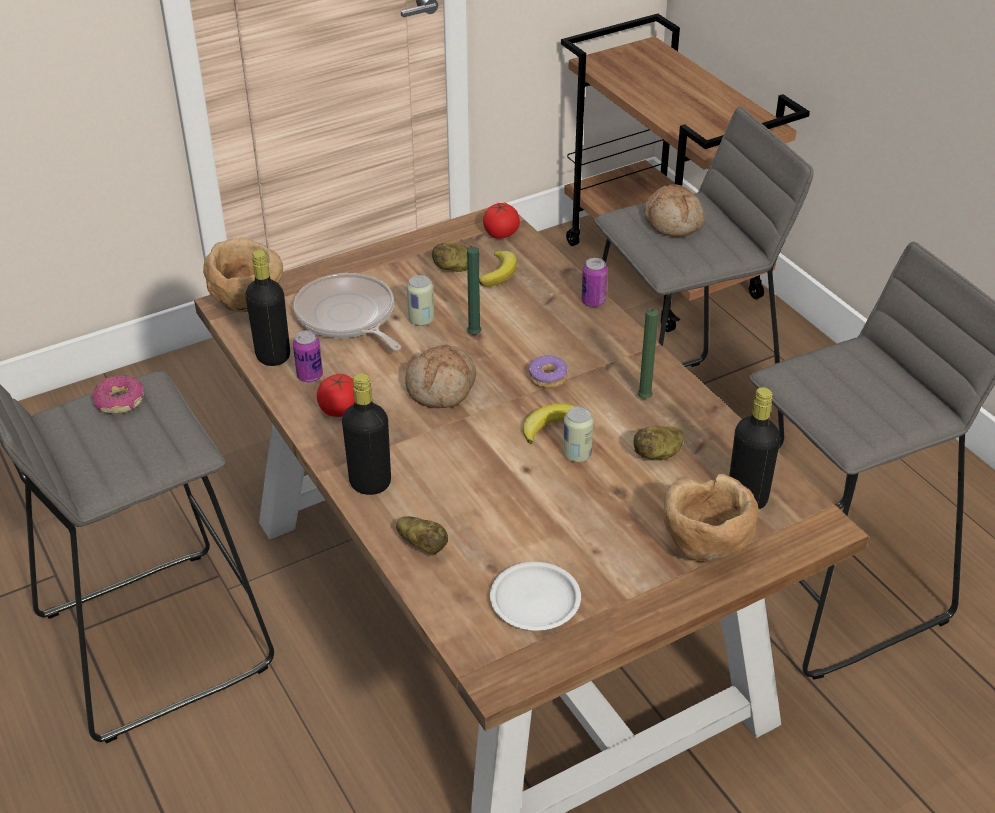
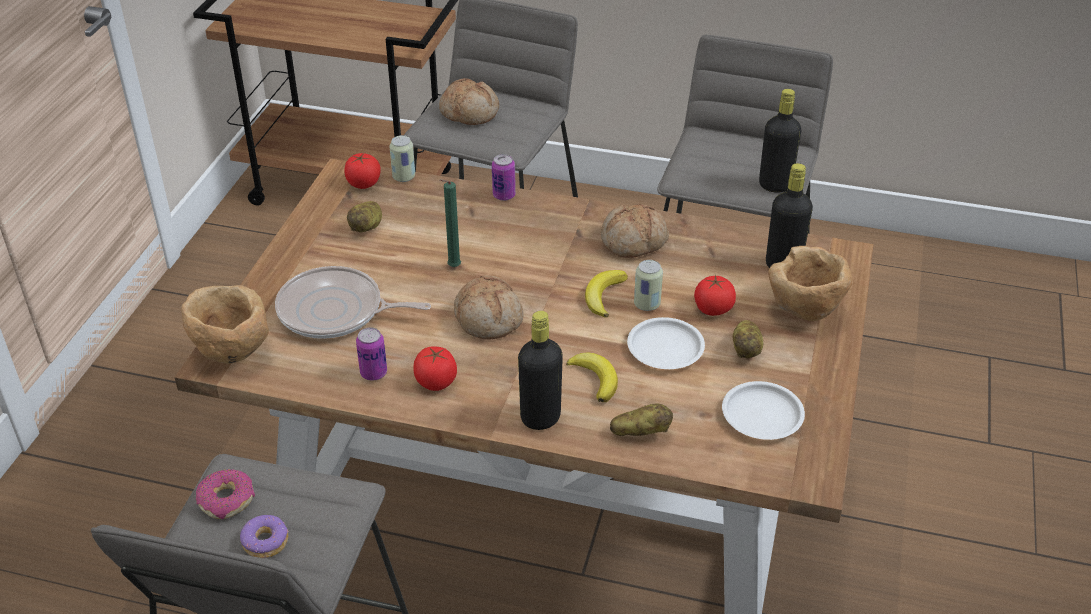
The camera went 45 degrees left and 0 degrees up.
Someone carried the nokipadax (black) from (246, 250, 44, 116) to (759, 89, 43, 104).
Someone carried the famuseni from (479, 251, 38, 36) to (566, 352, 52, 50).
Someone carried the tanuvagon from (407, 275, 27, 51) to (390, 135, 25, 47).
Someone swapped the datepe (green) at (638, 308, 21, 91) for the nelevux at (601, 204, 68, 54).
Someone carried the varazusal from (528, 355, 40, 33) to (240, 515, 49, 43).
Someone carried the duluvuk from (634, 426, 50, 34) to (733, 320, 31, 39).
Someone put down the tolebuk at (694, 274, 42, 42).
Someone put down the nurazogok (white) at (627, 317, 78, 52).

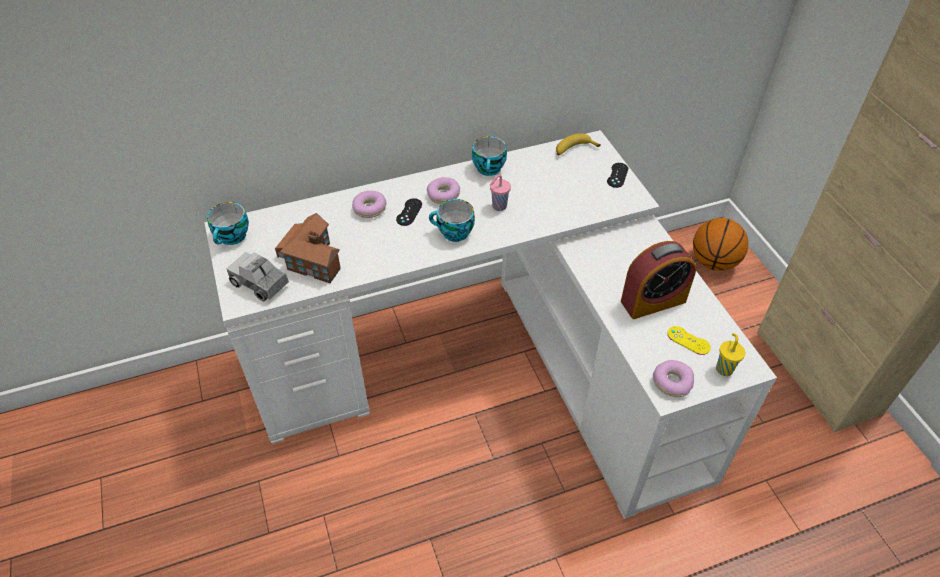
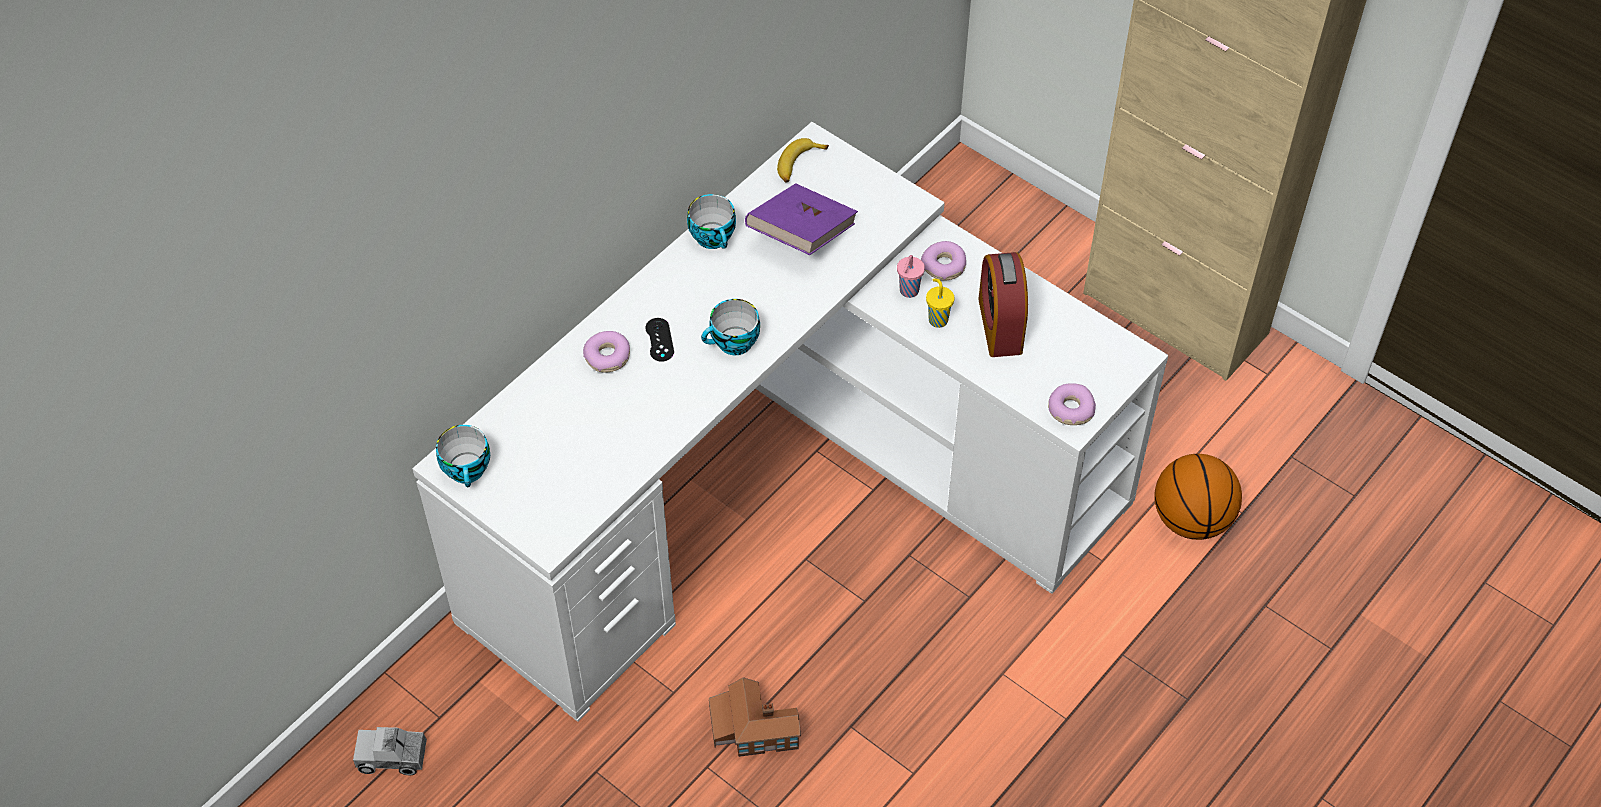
The camera went 30 degrees left and 5 degrees up.
Someone took away the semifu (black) at (607, 163, 21, 25).
Someone carried the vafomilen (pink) from (490, 174, 21, 37) to (897, 255, 28, 43).
Someone carried the varazusal from (427, 177, 33, 27) to (921, 241, 45, 40).
Someone carried the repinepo from (275, 213, 66, 70) to (709, 677, 92, 80).
Someone carried the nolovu from (693, 218, 55, 53) to (1155, 454, 87, 86).
Someone rotated the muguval at (621, 241, 75, 78) by 135 degrees clockwise.
Someone carried the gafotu from (226, 252, 63, 49) to (353, 727, 74, 48).
Someone took away the semifu (yellow) at (667, 326, 44, 29).
Someone carried the vafomilen (yellow) from (716, 333, 29, 43) to (926, 279, 28, 49).
Someone put down the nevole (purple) at (745, 183, 113, 72).

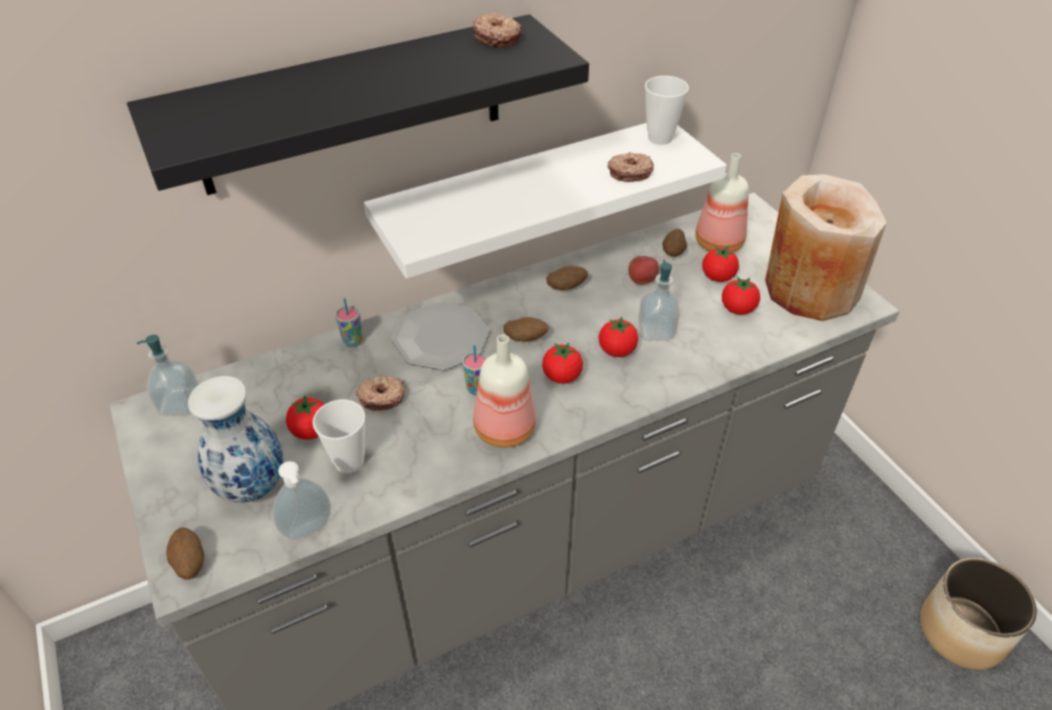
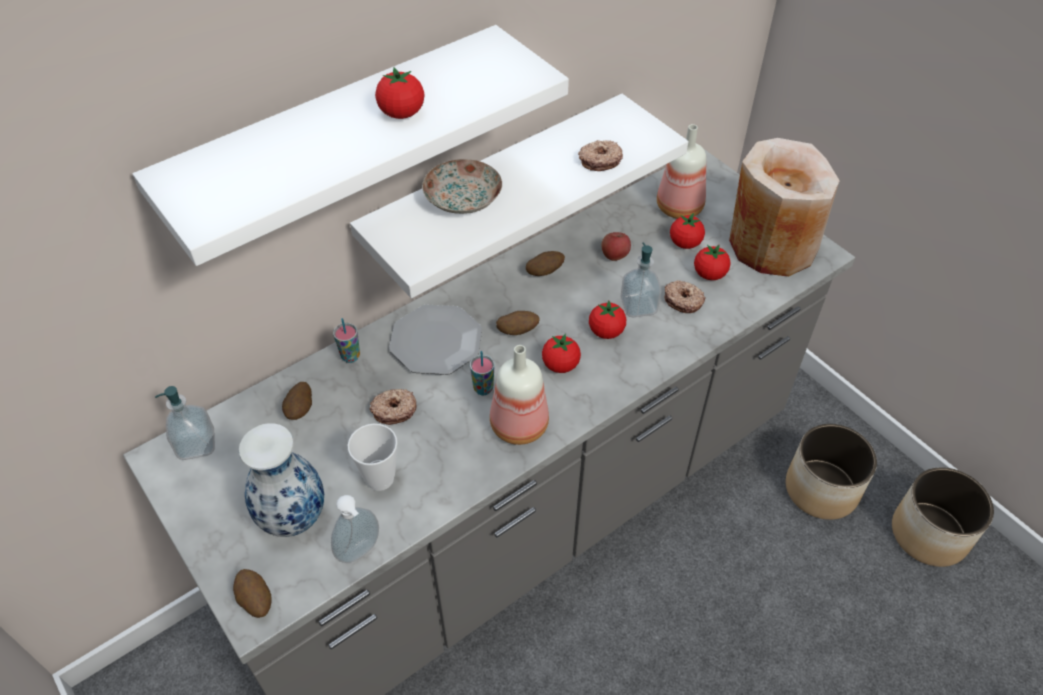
The camera went 10 degrees left and 5 degrees up.
Someone carried the varazusal from (473, 13, 49, 34) to (665, 280, 41, 33).
Someone repainted the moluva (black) at (127, 14, 462, 181), which became the moluva (white) at (133, 25, 436, 241).
Someone took away the vafomilen at (645, 76, 44, 69).
Someone carried the duluvuk from (662, 229, 25, 28) to (282, 382, 30, 38).
Someone carried the tolebuk from (286, 395, 39, 45) to (375, 67, 49, 52).
Someone put down the nurazogok at (422, 159, 80, 55).
Someone put down the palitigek at (786, 424, 91, 96).

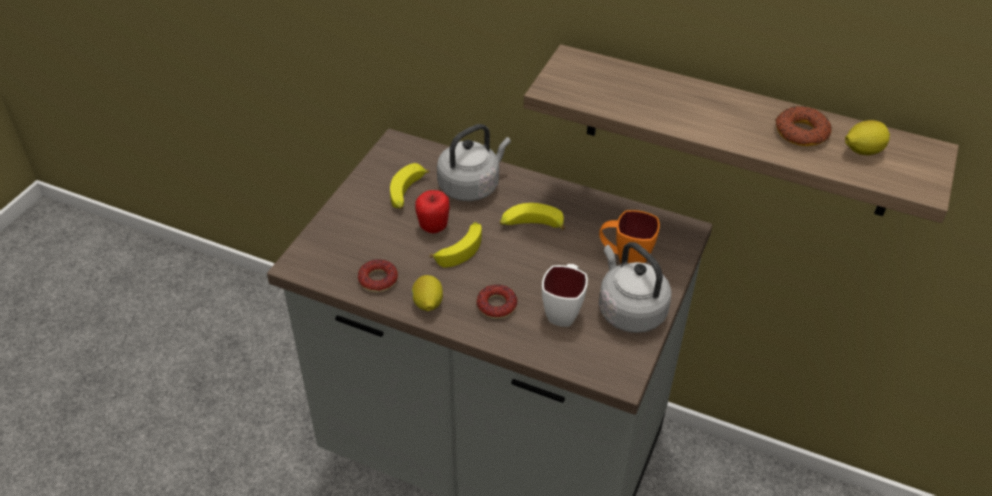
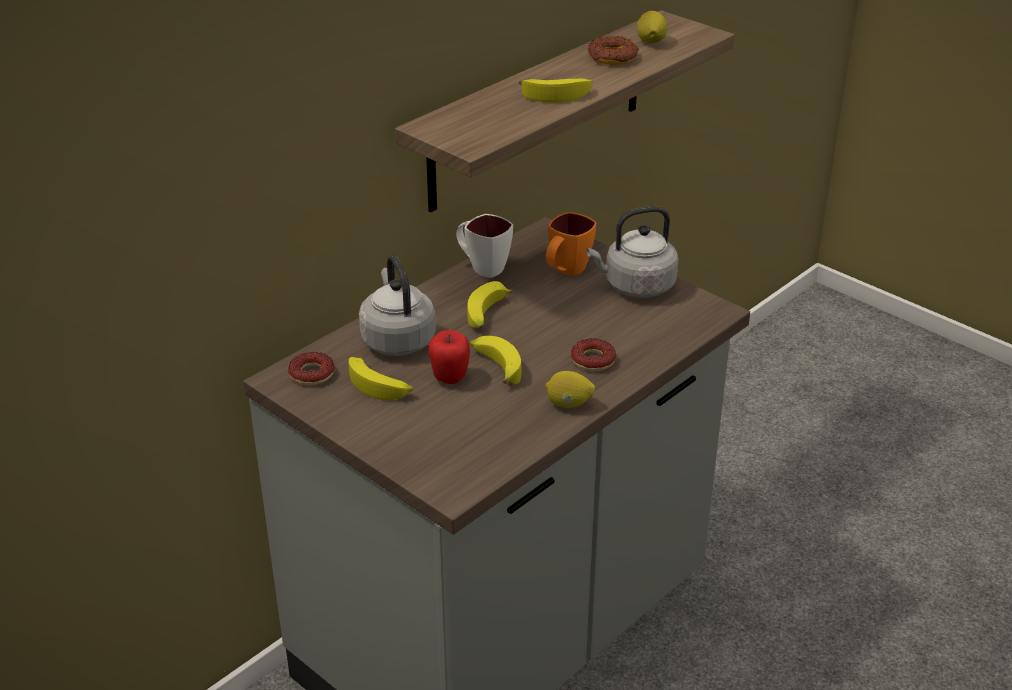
The camera went 70 degrees left and 10 degrees down.
Someone carried the varazusal from (358, 259, 40, 33) to (288, 352, 46, 33).
Someone carried the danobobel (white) from (542, 264, 46, 63) to (456, 214, 57, 64).
Someone put down the famuseni at (519, 79, 74, 24).

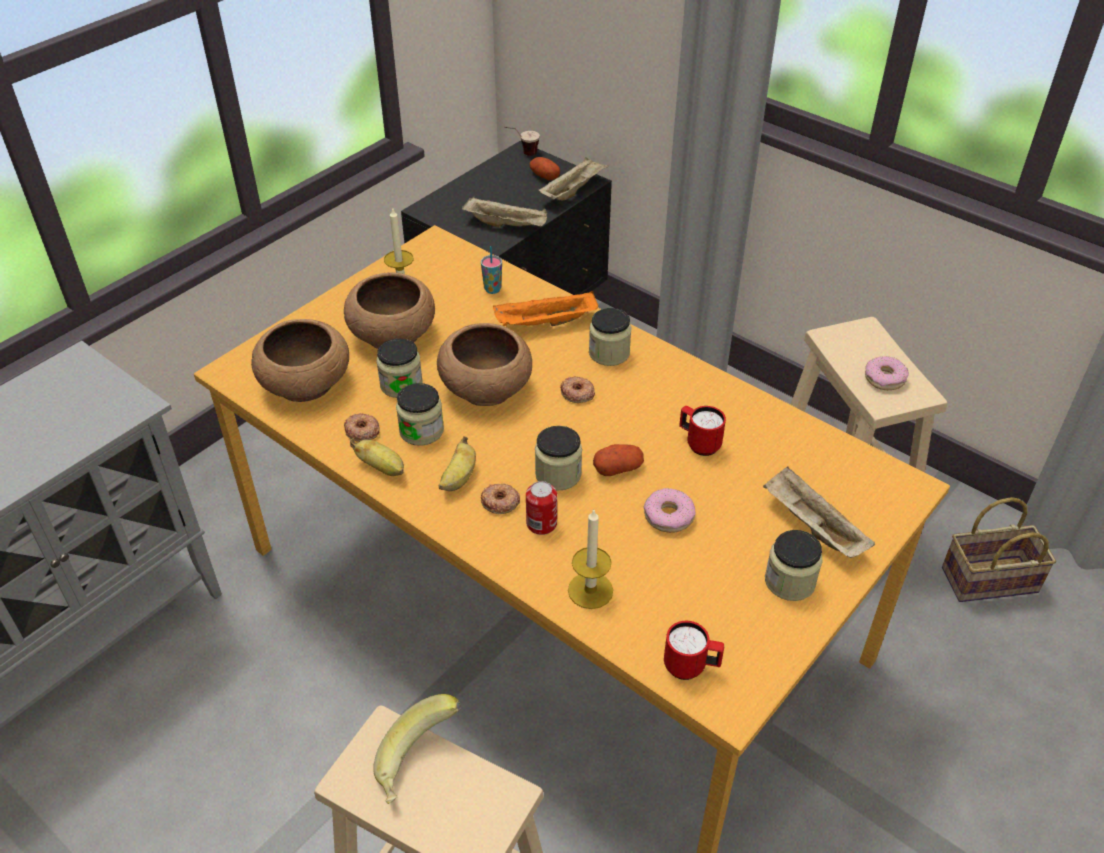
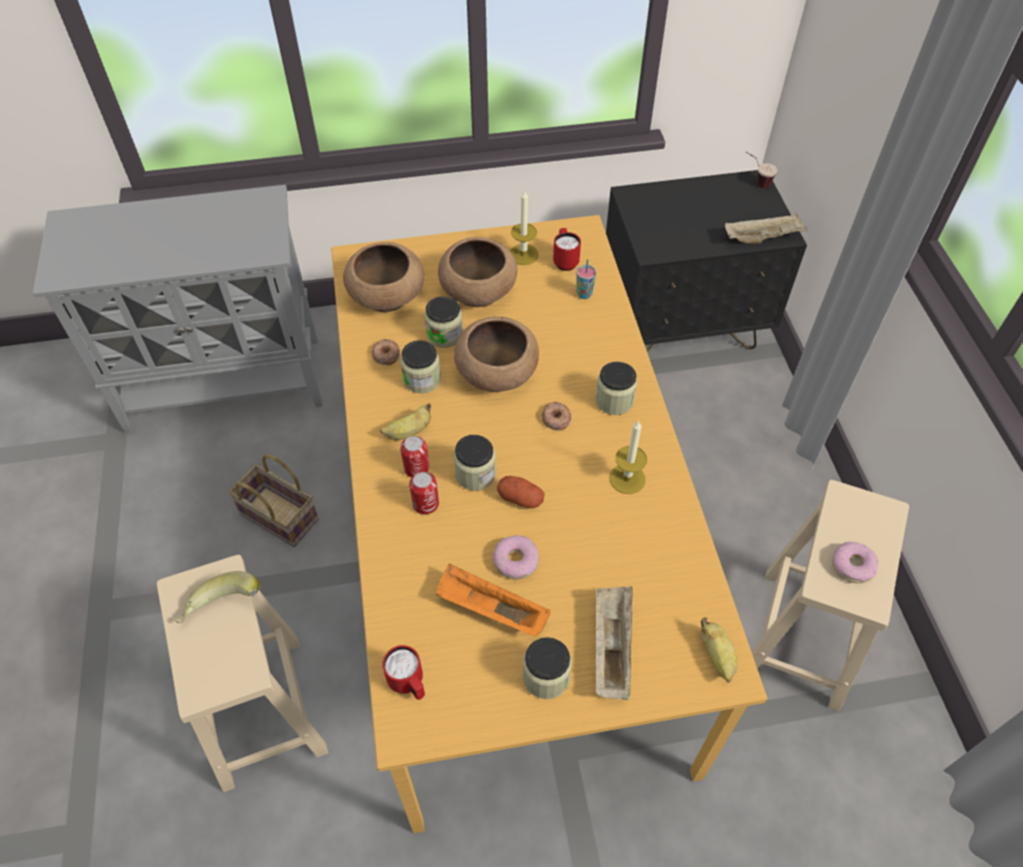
The camera went 40 degrees right and 10 degrees up.
Someone took away the duluvuk at (530, 157, 30, 24).
Someone took away the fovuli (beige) at (462, 197, 86, 31).
Someone carried the fovuli (orange) from (493, 291, 105, 35) to (436, 563, 115, 73).
Someone carried the danobobel (red) from (679, 406, 47, 50) to (553, 228, 28, 43).
Someone carried the famuseni from (350, 438, 54, 38) to (701, 617, 36, 66).
Someone swapped the varazusal at (481, 483, 39, 31) for the tanuvagon at (400, 436, 30, 41).
Someone carried the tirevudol from (942, 497, 114, 105) to (229, 454, 90, 93).
Someone carried the datepe from (568, 510, 45, 99) to (609, 420, 38, 74).

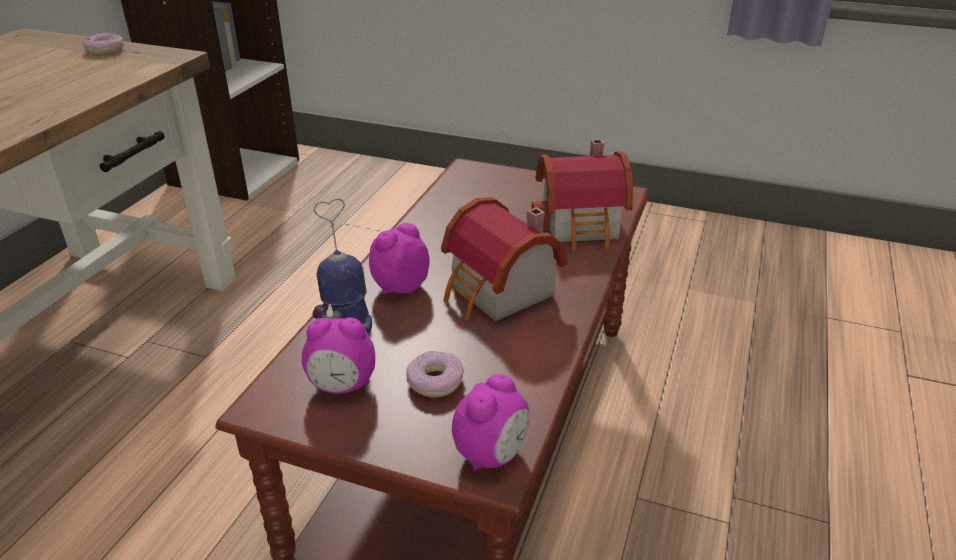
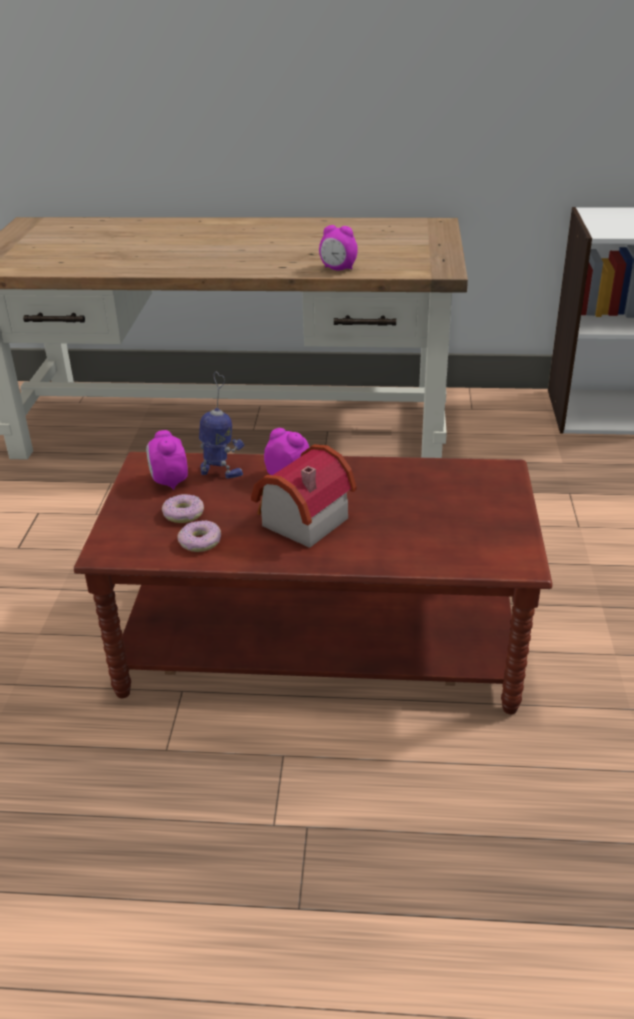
The camera went 75 degrees right and 0 degrees up.
Someone carried the varazusal from (83, 32, 40, 23) to (177, 520, 44, 32).
Someone took away the repinepo at (532, 139, 101, 113).
Someone carried the muguval from (452, 374, 77, 98) to (319, 225, 39, 45).

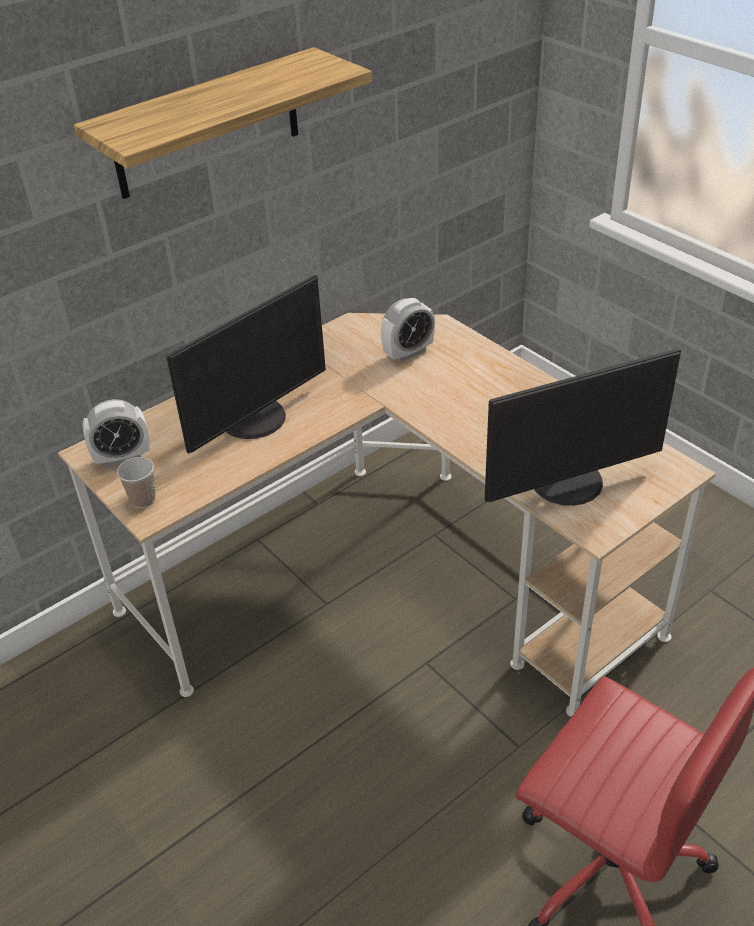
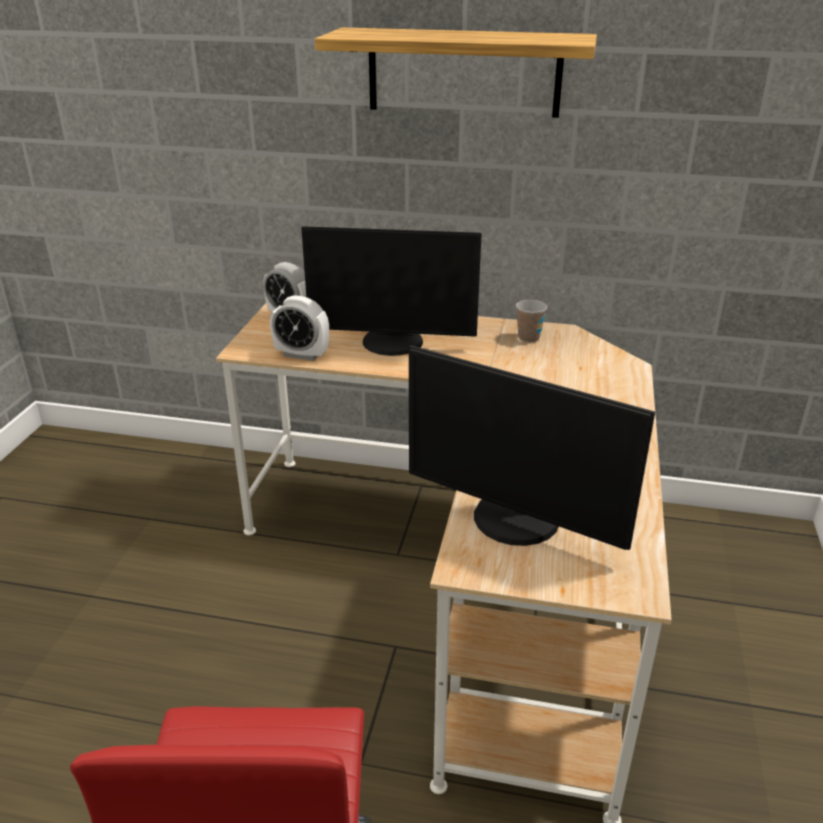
The camera went 50 degrees right and 10 degrees down.
Someone carried the muguval from (381, 298, 54, 64) to (270, 295, 59, 66).
Someone carried the vafomilen from (117, 457, 39, 51) to (516, 300, 31, 43).

